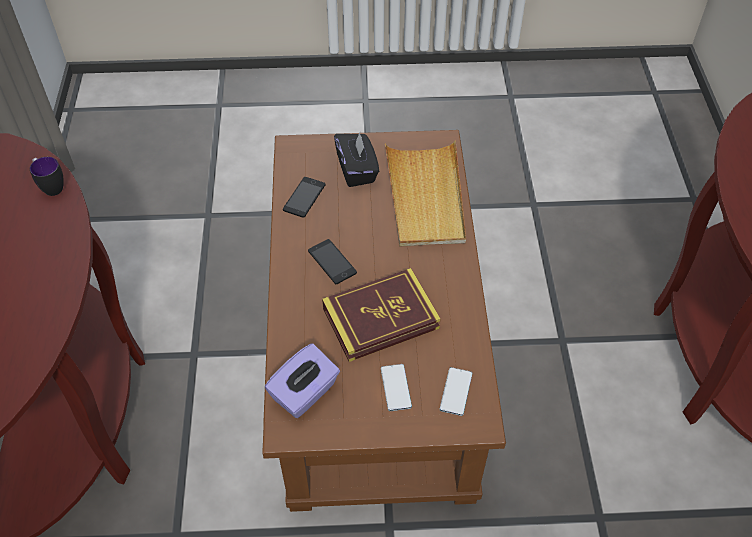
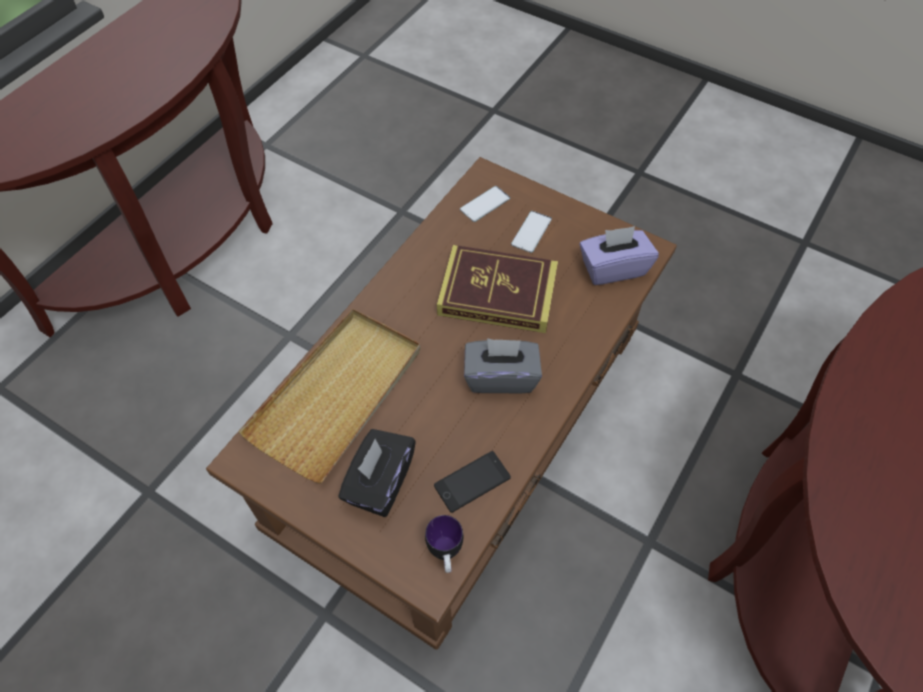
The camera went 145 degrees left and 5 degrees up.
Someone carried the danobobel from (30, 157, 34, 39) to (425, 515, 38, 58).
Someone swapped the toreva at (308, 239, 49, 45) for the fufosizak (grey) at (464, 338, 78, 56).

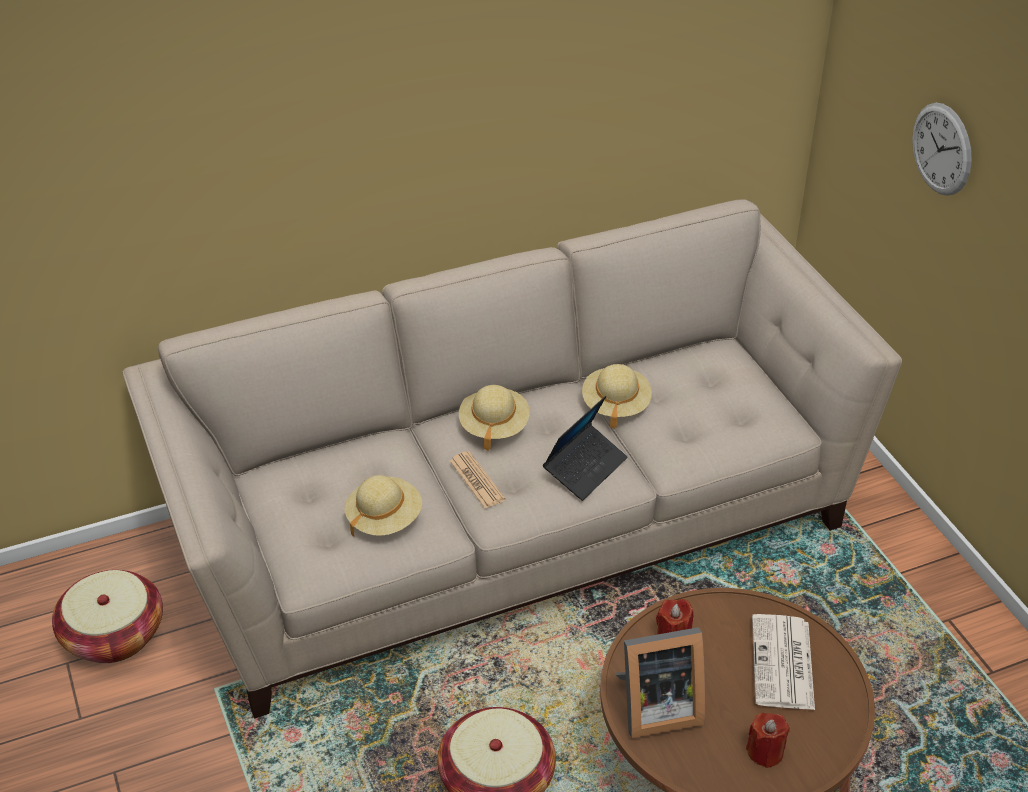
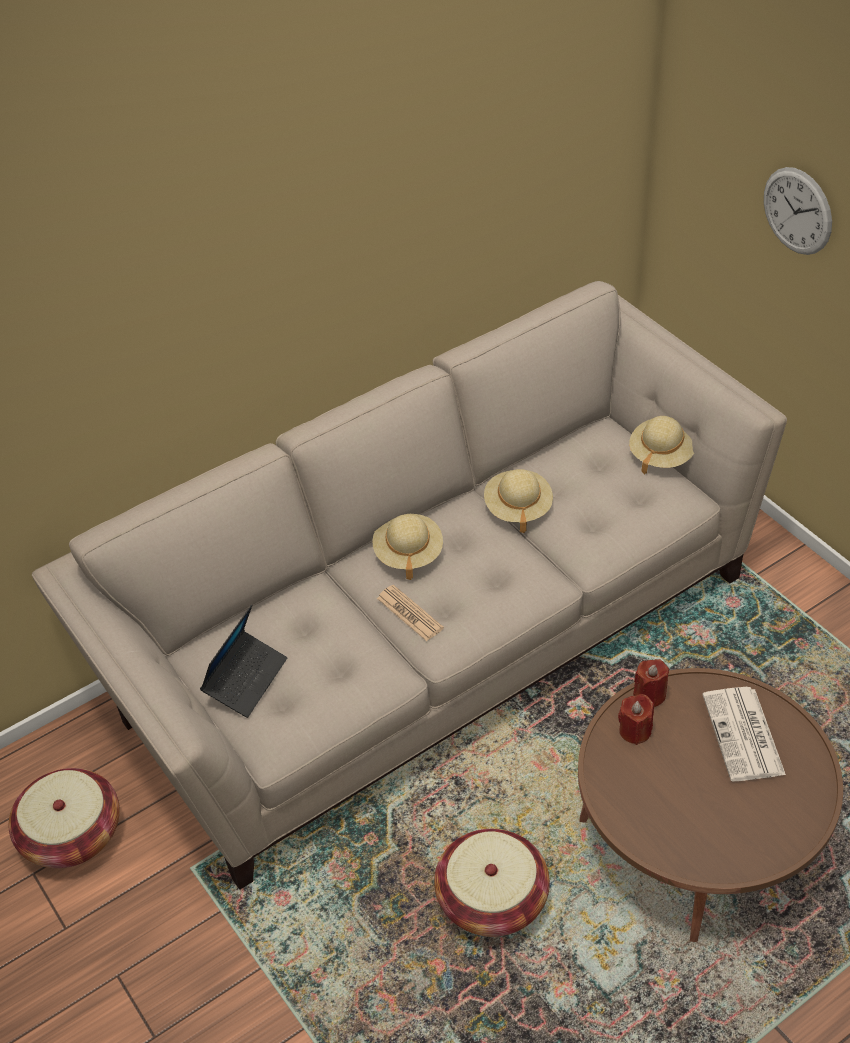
The camera went 10 degrees left and 5 degrees up.
Someone carried the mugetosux from (543, 396, 85, 105) to (200, 605, 87, 113).
Someone carried the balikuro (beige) from (345, 475, 77, 61) to (629, 416, 65, 58).
Someone took away the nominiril at (616, 627, 89, 111).
Someone carried the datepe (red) from (746, 713, 44, 55) to (633, 659, 36, 48).

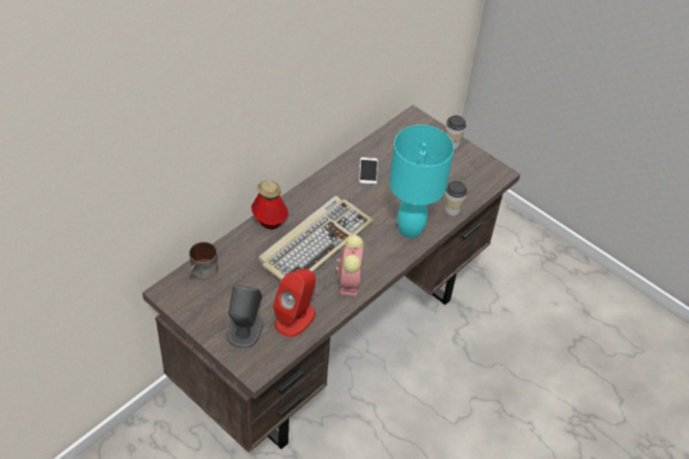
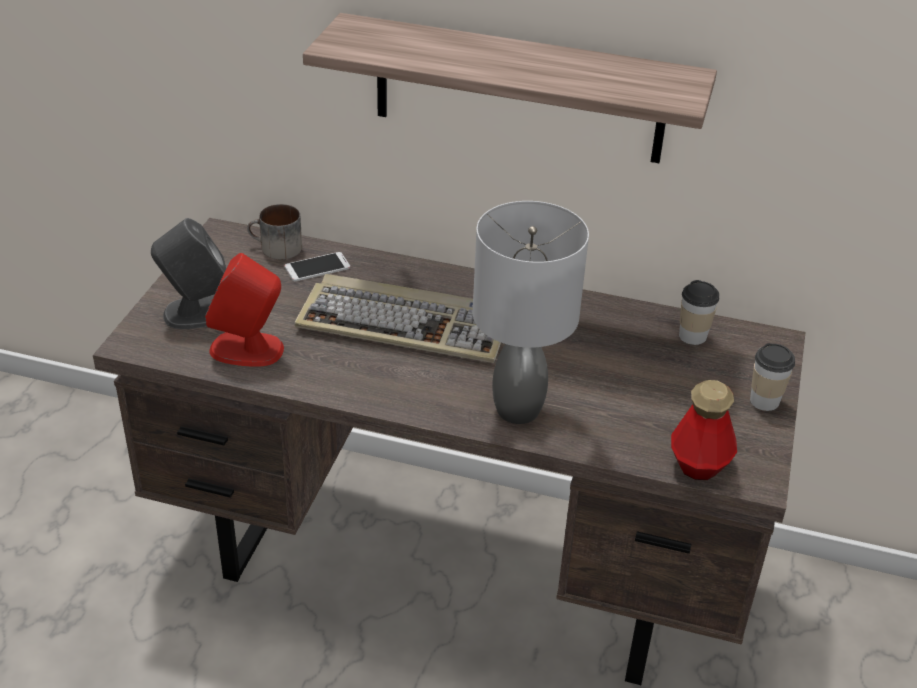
The camera went 65 degrees right and 10 degrees down.
Someone repainted the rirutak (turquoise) at (389, 125, 65, 113), which became the rirutak (grey) at (473, 201, 116, 223).
Someone carried the toreva from (359, 157, 19, 27) to (284, 252, 66, 29).
Someone carried the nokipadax from (251, 180, 38, 50) to (671, 380, 66, 100).
Someone carried the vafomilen from (445, 181, 22, 35) to (679, 280, 40, 65).
Someone took away the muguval at (336, 235, 28, 61).
Someone put up the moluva at (303, 13, 414, 150).

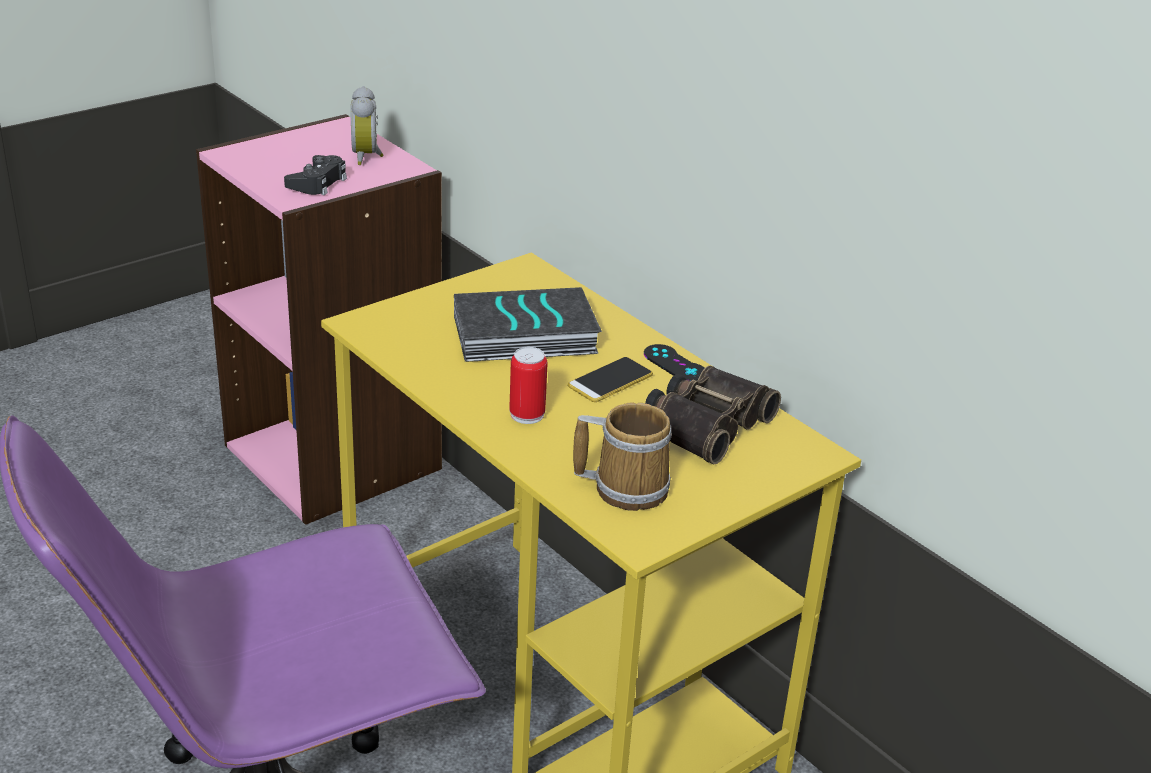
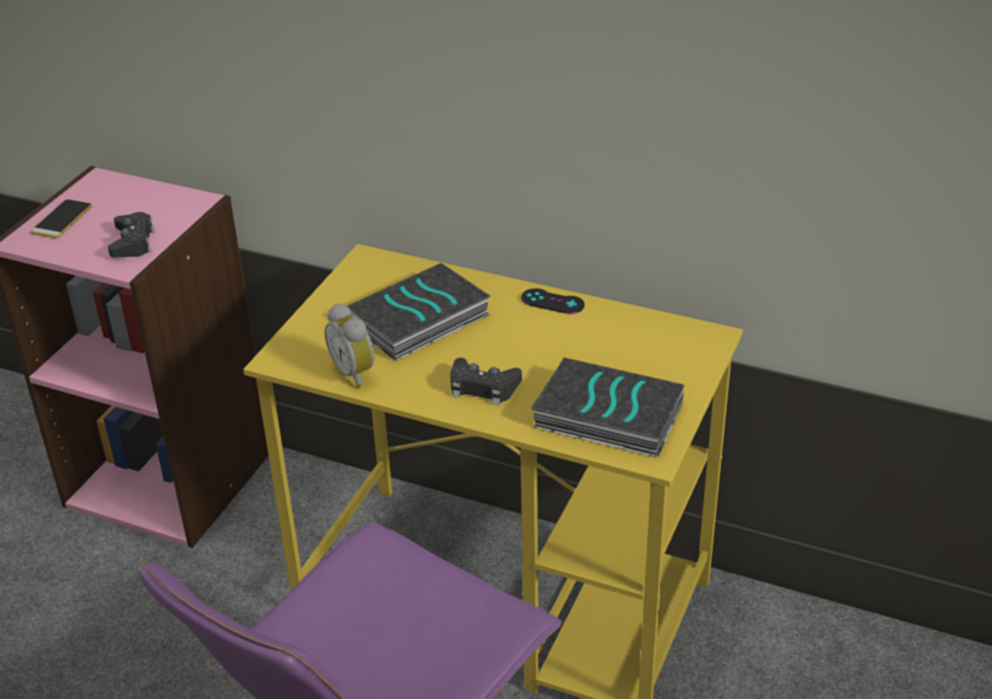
The camera went 25 degrees left and 5 degrees up.
Someone carried the muguval from (351, 86, 33, 79) to (325, 304, 50, 84).
Someone swapped the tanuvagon at (509, 347, 39, 77) for the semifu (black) at (450, 358, 72, 48).
Someone carried the toreva from (568, 357, 85, 45) to (31, 199, 61, 39).
Someone took away the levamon at (645, 366, 136, 98).
Someone swapped the danobobel at (573, 402, 99, 109) for the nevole at (531, 357, 153, 101).

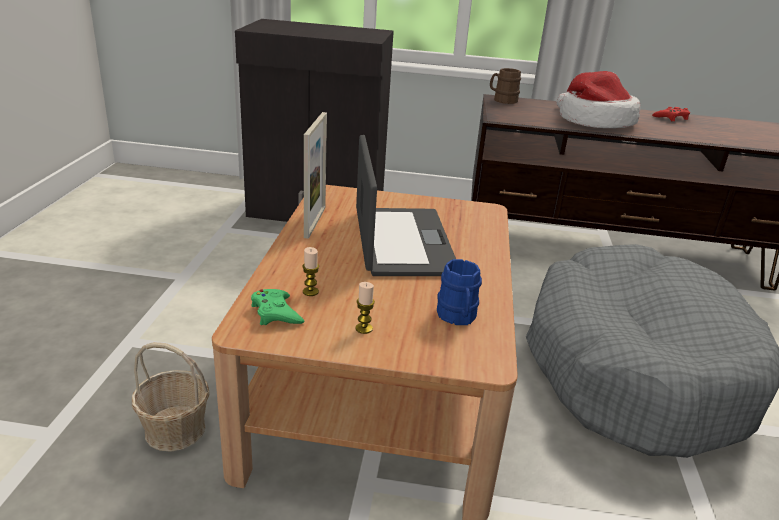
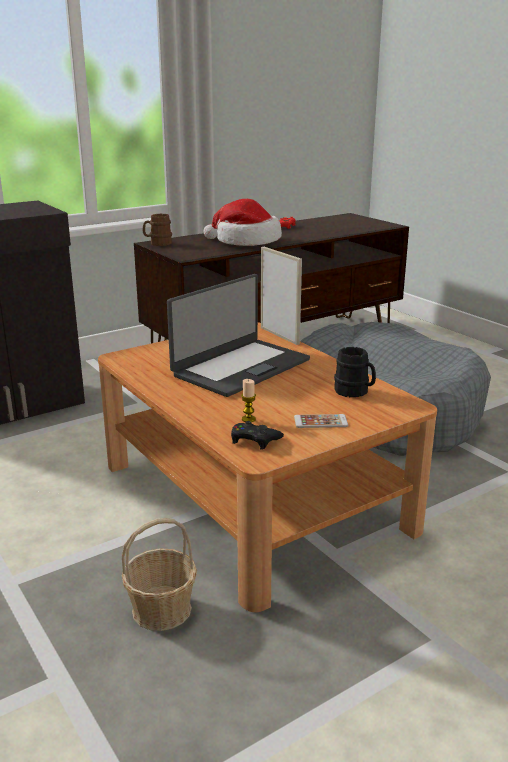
The camera went 40 degrees left and 5 degrees down.
Someone carried the nominiril from (304, 112, 23, 127) to (261, 247, 41, 98).
Someone rotated the mugetosux at (356, 135, 100, 141) by 90 degrees clockwise.
Someone repainted the danobobel (blue) at (437, 259, 45, 66), which became the danobobel (black) at (334, 347, 42, 50).
Someone swapped the datepe at (355, 282, 20, 52) for the toreva at (294, 414, 54, 14).
Someone repainted the semifu (green) at (251, 289, 53, 36), which became the semifu (black) at (231, 421, 53, 29).

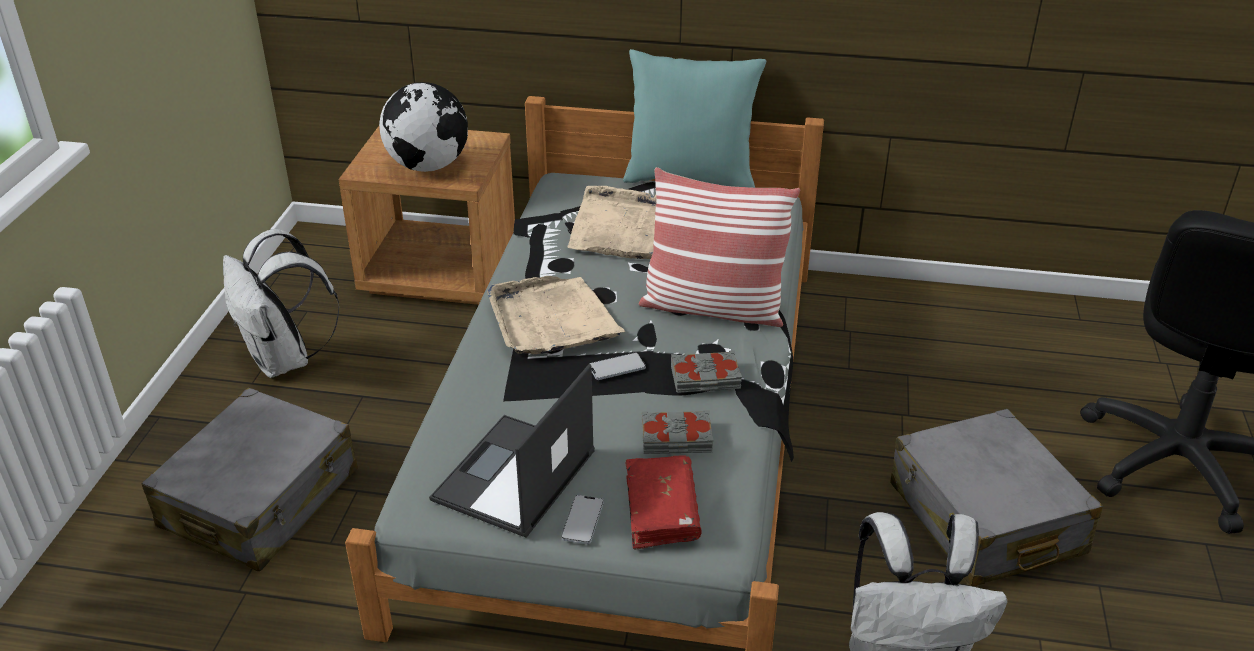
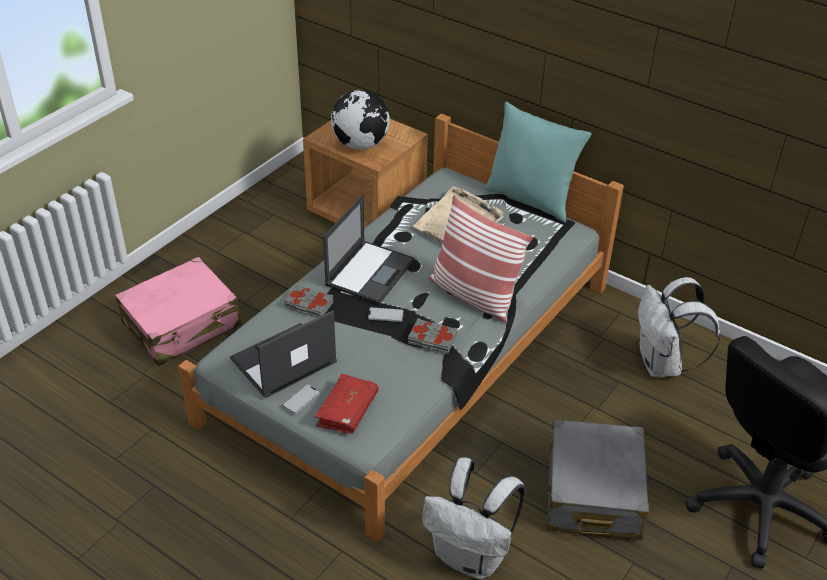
The camera went 25 degrees right and 5 degrees up.
Someone carried the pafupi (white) from (223, 229, 117, 149) to (638, 277, 82, 100).
Someone swapped the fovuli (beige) at (487, 276, 139, 78) for the mugetosux at (323, 195, 92, 109).
Someone repainted the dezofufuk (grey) at (141, 388, 217, 183), which became the dezofufuk (pink) at (115, 257, 127, 109).
Someone carried the nevole (grey) from (642, 410, 72, 44) to (284, 284, 49, 34).

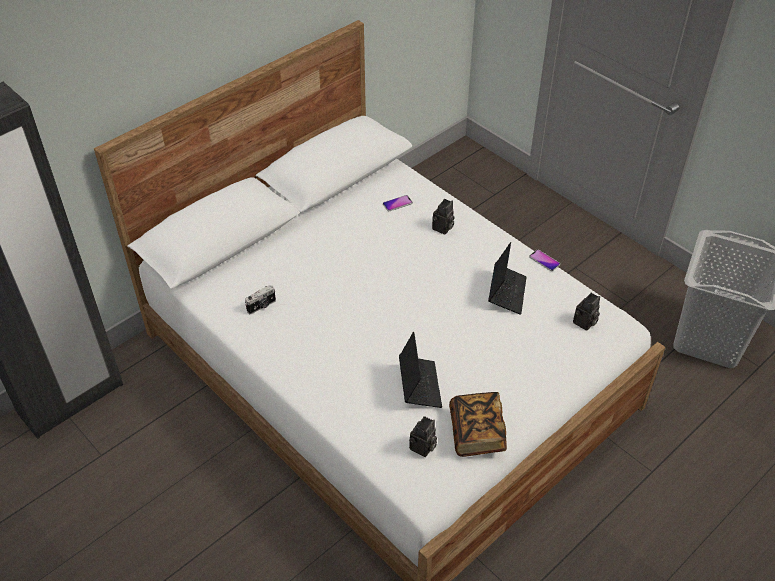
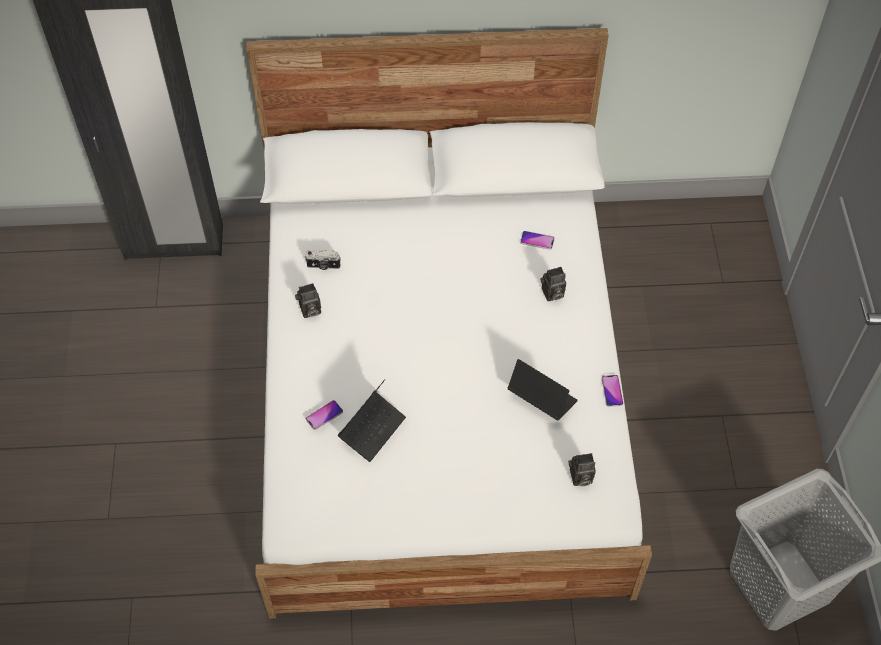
The camera went 40 degrees right and 10 degrees up.
Someone rotated the mugetosux at (488, 242, 39, 73) by 105 degrees counterclockwise.
Someone took away the nevole at (449, 392, 58, 65).
Someone carried the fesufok from (409, 416, 28, 41) to (295, 283, 26, 35).
Someone put down the toreva at (306, 400, 37, 30).

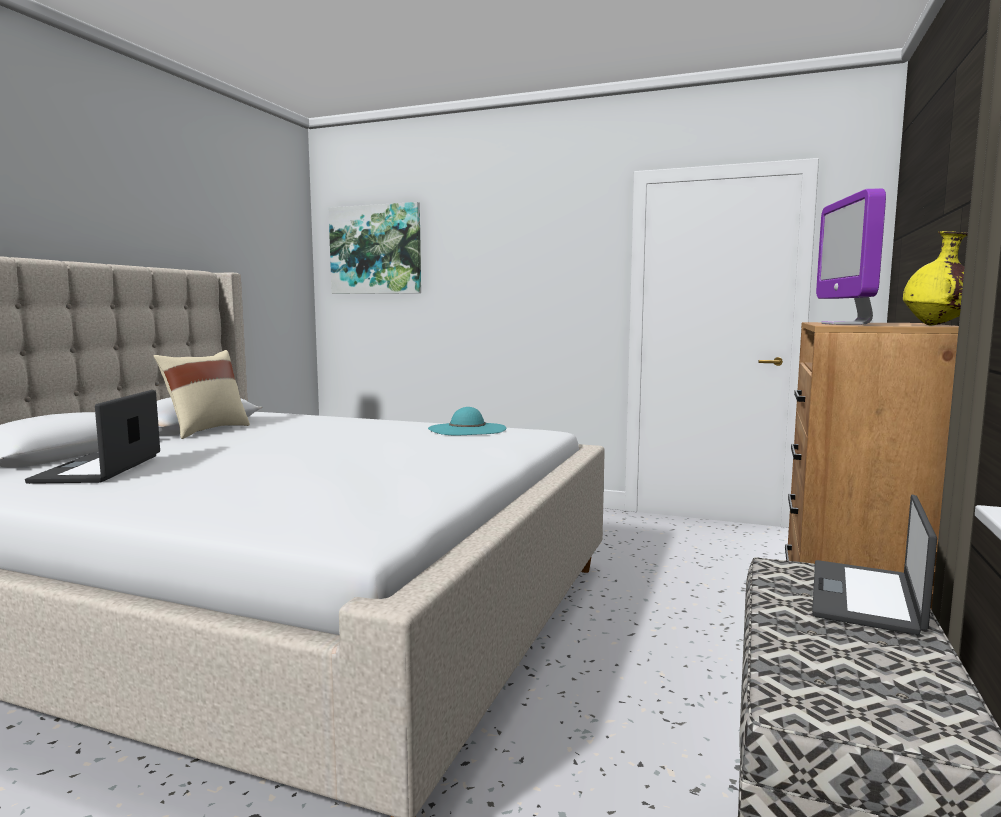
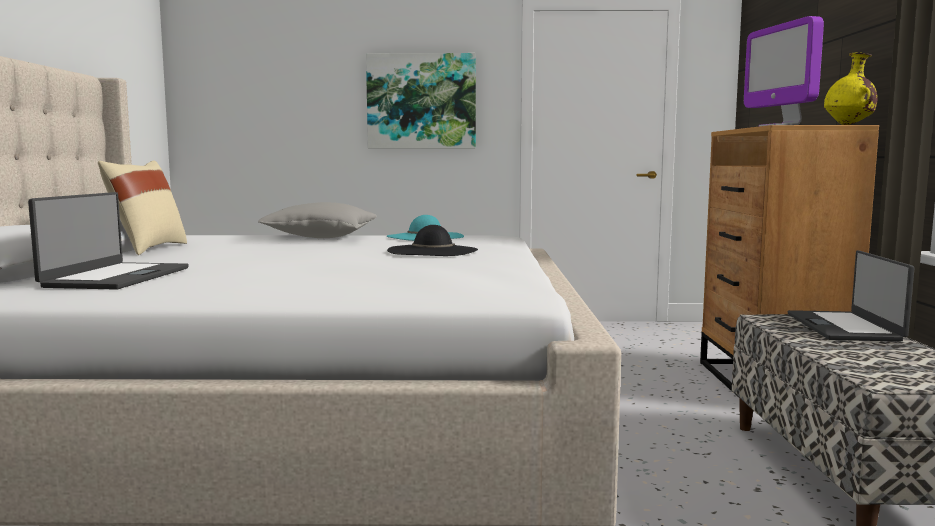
The camera went 20 degrees left and 0 degrees up.
Someone carried the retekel from (329, 202, 92, 92) to (366, 53, 110, 95).
Someone rotated the mugetosux at (25, 390, 135, 94) by 150 degrees counterclockwise.
Someone put down the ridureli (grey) at (258, 202, 118, 36).
Someone put down the balikuro (black) at (387, 225, 91, 31).

